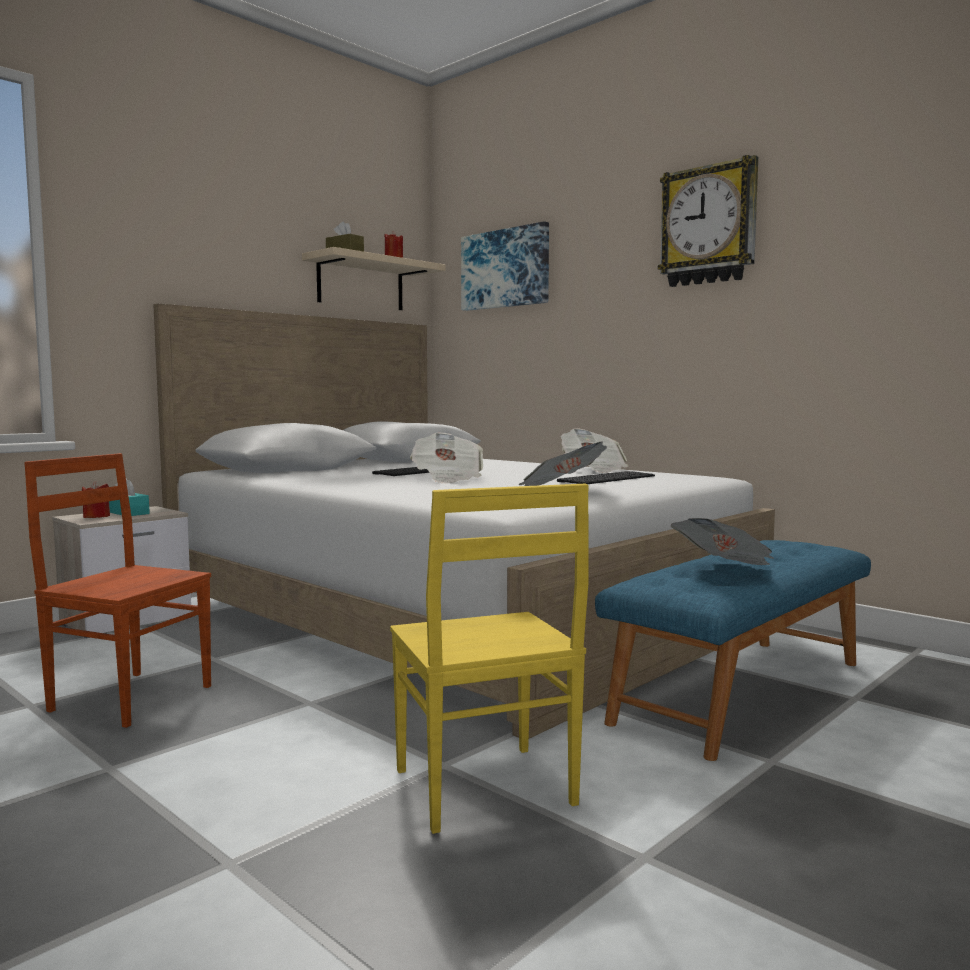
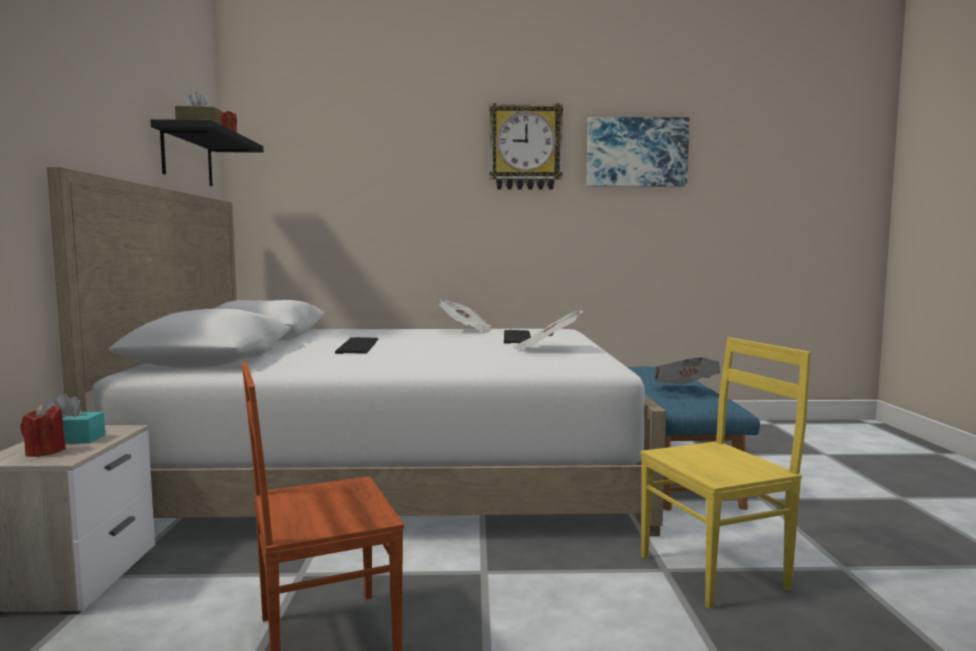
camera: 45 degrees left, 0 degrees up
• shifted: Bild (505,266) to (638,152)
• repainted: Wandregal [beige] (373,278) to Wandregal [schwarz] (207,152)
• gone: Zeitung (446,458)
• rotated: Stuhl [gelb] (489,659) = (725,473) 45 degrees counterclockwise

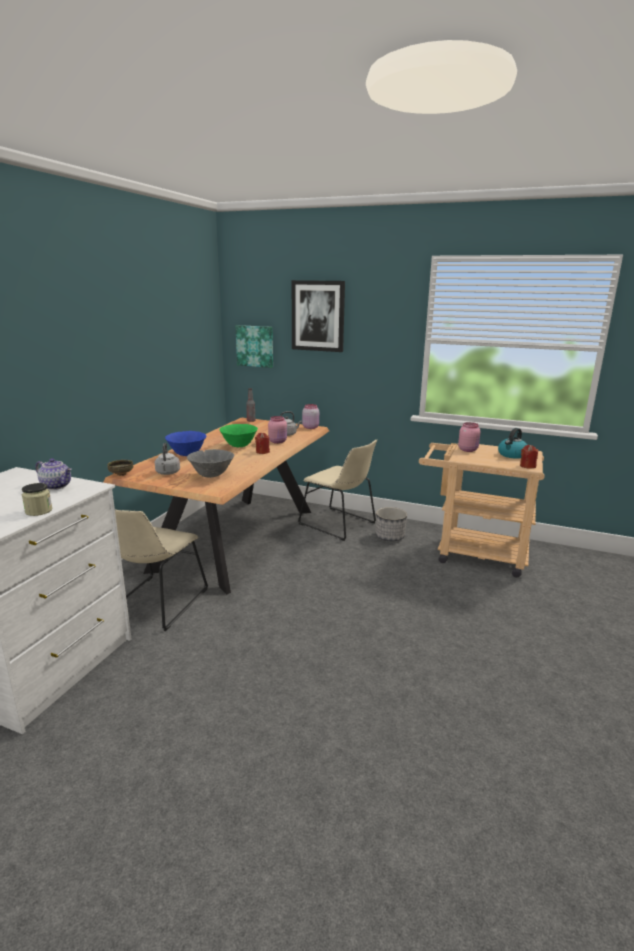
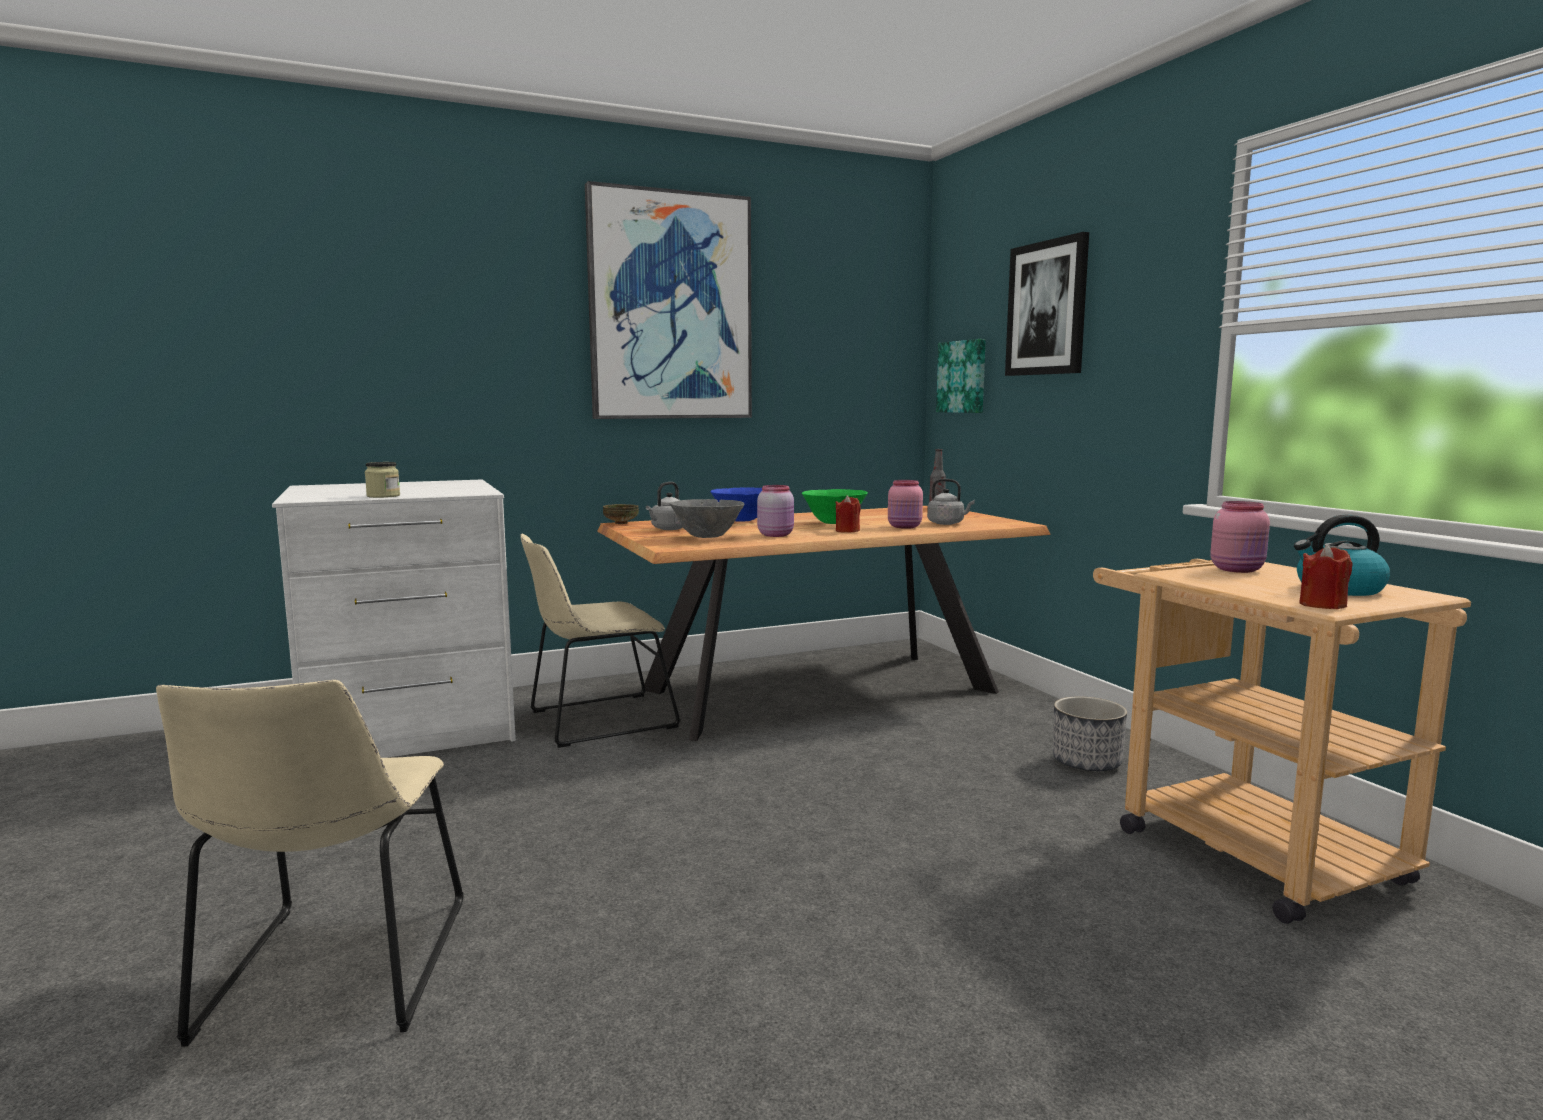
camera: 45 degrees right, 10 degrees down
• shifted: Vorratsglas [rosa] (310,416) to (775,511)
• shifted: Stuhl [beige] (337,490) to (310,863)
• gone: Teekanne (53,474)
• new: Bild (668,300)

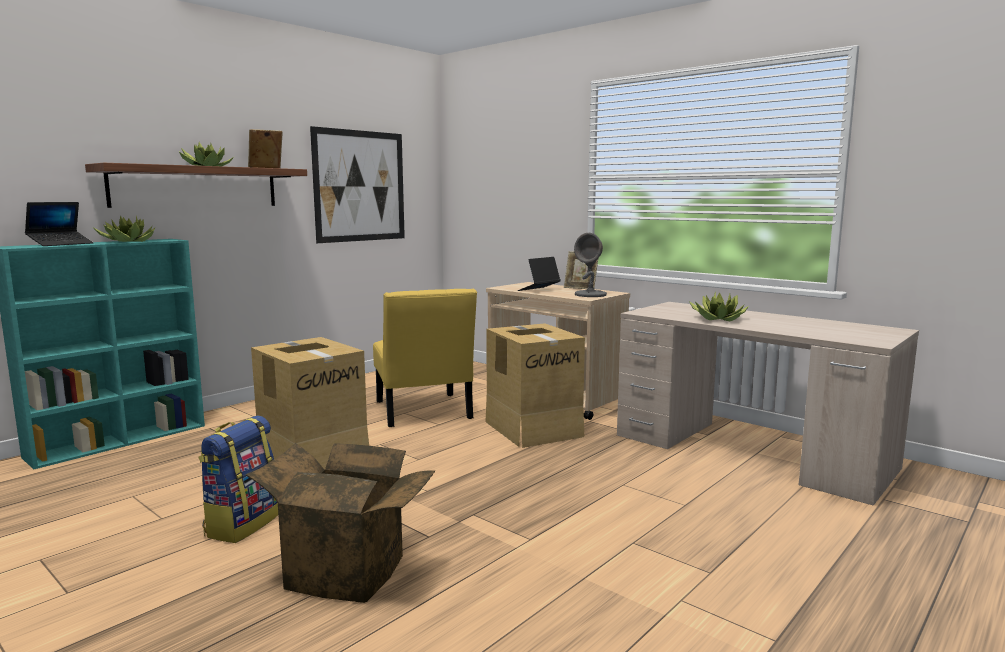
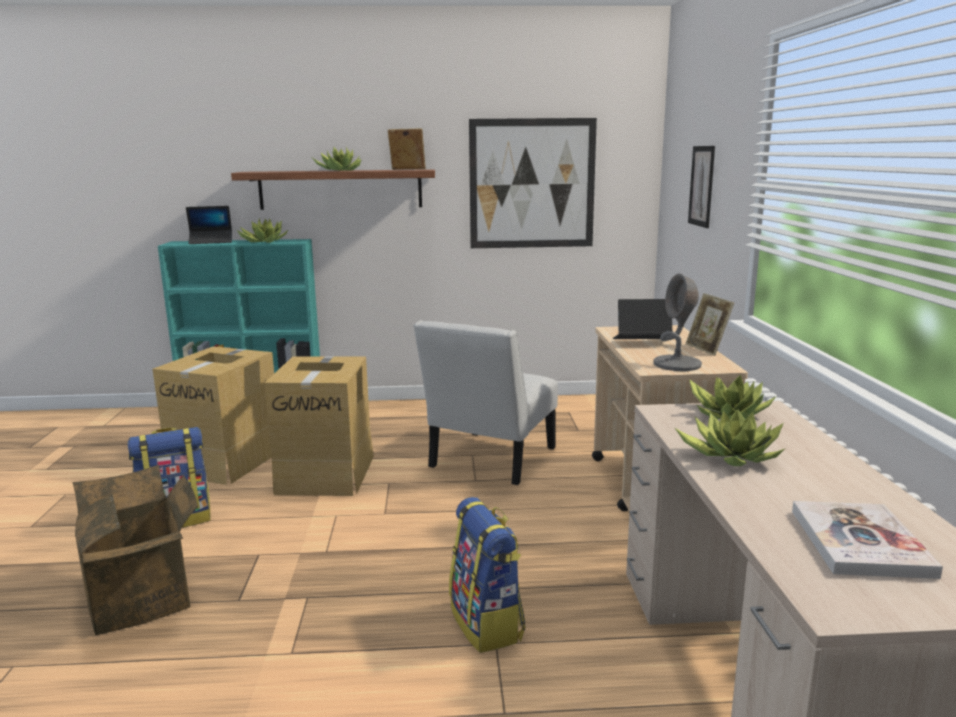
camera: 45 degrees right, 5 degrees up
• repainted: Stuhl [gelb] (425,358) to Stuhl [weiß] (486,402)
• shifted: Karton (535,385) to (213,416)
• new: Bild (701,187)
• new: Topfpflanze (732,397)
• new: Rucksack (487,575)
• new: Buch (867,540)

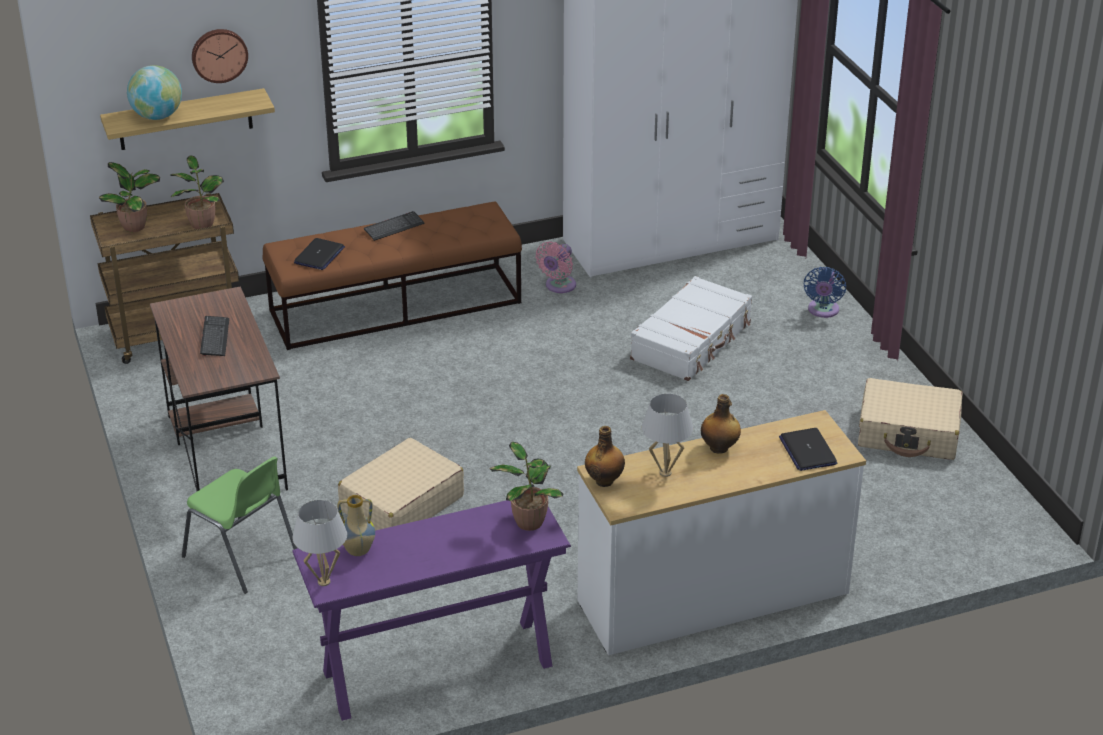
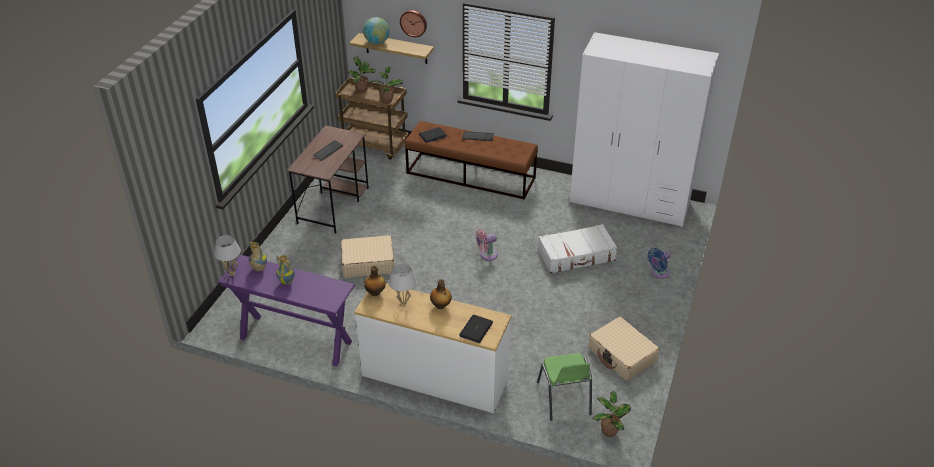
camera: 40 degrees right, 5 degrees up
• shifted: Ventilator [rosa] (555,267) to (487,245)
• shifted: Topfpflanze (526,486) to (612,414)
• shifted: Stuhl [grün] (239,525) to (564,387)
• new: Vase (286,270)

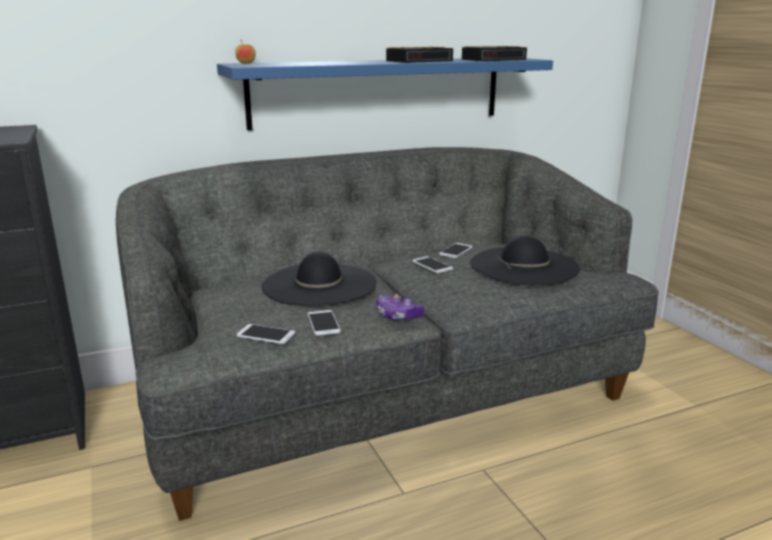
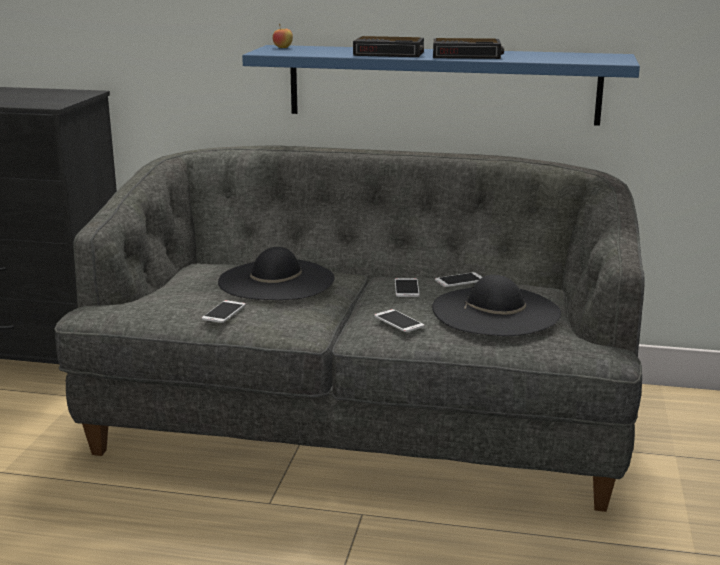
camera: 35 degrees right, 0 degrees up
• shifted: Wecker (494,53) to (388,46)
• gone: Gamepad (400,307)
• shifted: Handy (265,334) to (399,320)

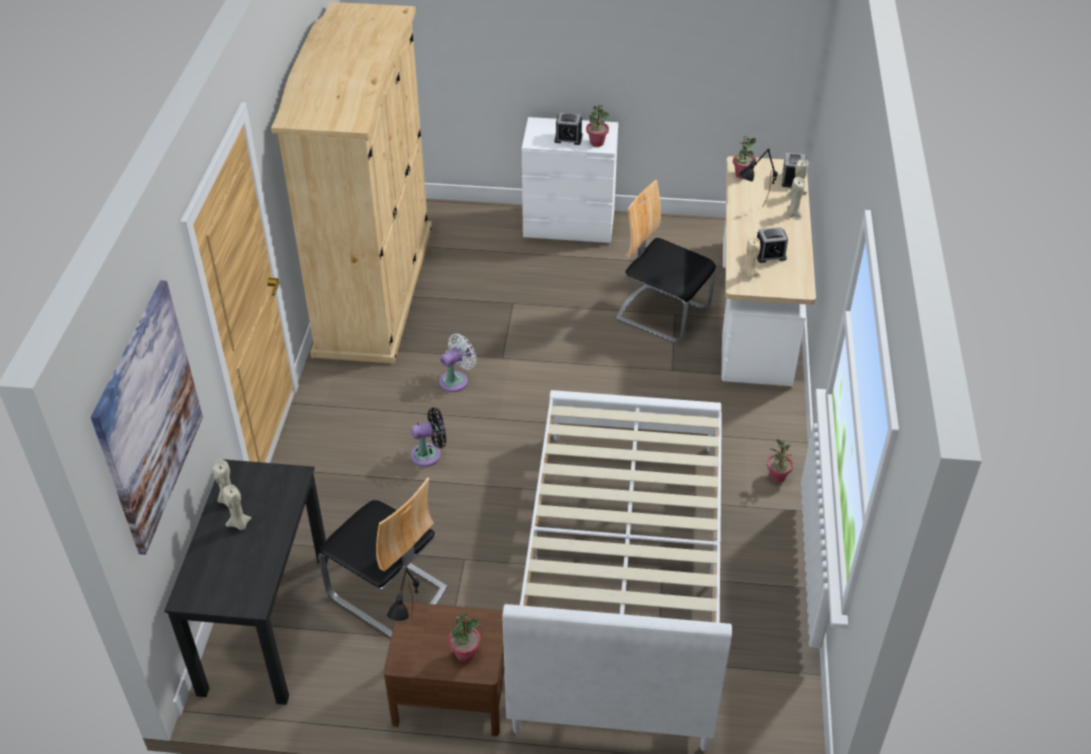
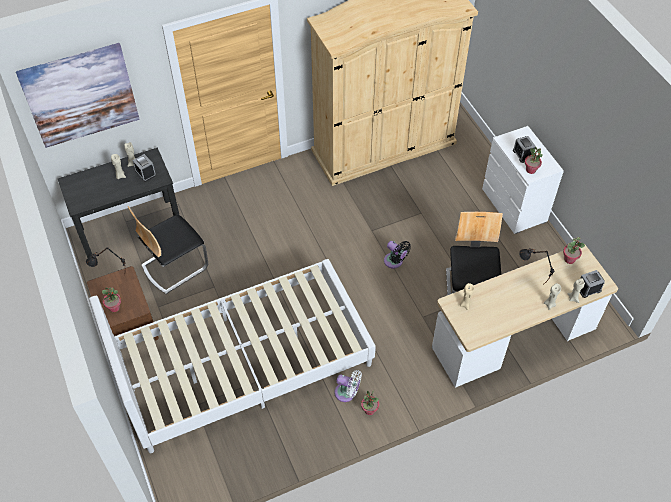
camera: 60 degrees right, 10 degrees up
• shifted: Wecker (772,245) to (144,168)
• shifted: Ventilator [weiß] (457,362) to (348,386)
• shifted: Ventilator [schwarz] (428,437) to (397,255)
• rotated: Stuhl (382,557) = (168,250) 45 degrees clockwise

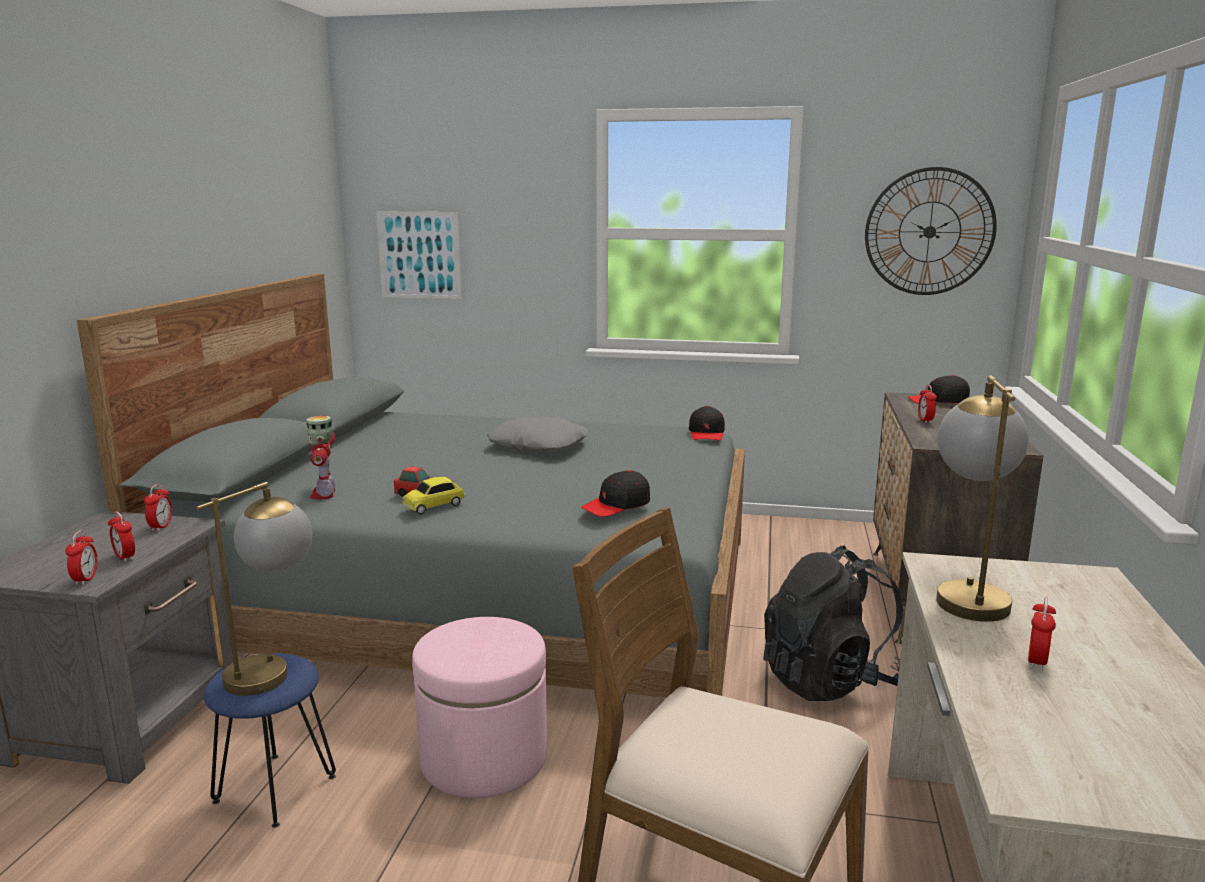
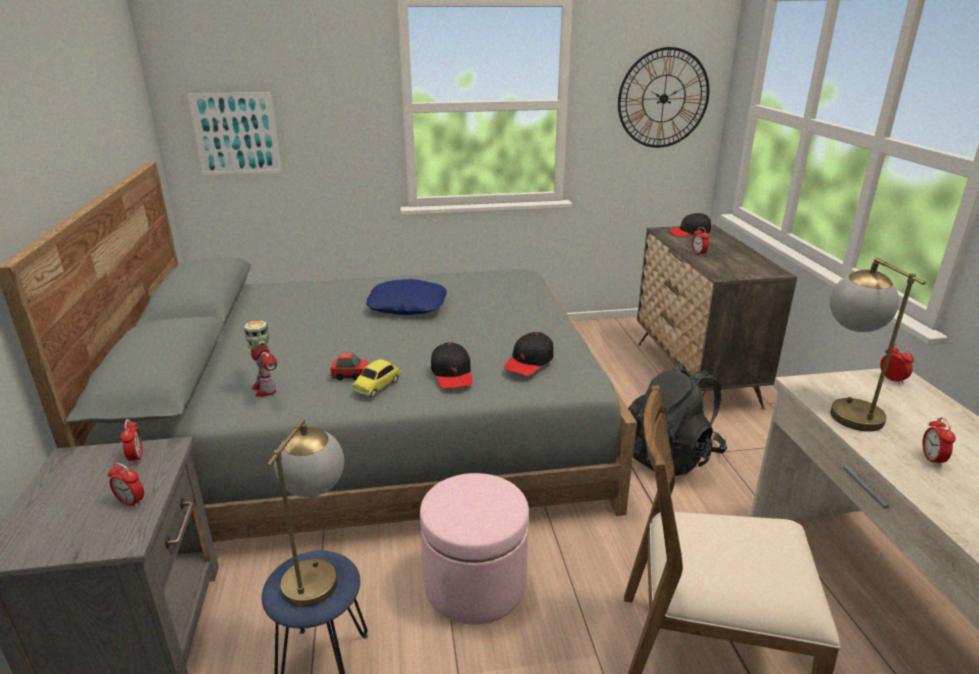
camera: 20 degrees left, 10 degrees up
• shifted: Kappe [schwarz] (707,423) to (451,365)
• repainted: Kissen [grau] (537,434) to Kissen [blau] (406,297)
• shifted: Wecker (81,558) to (897,364)

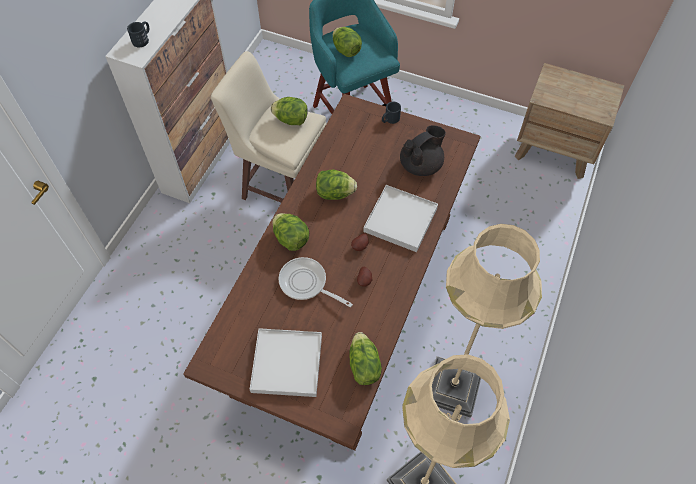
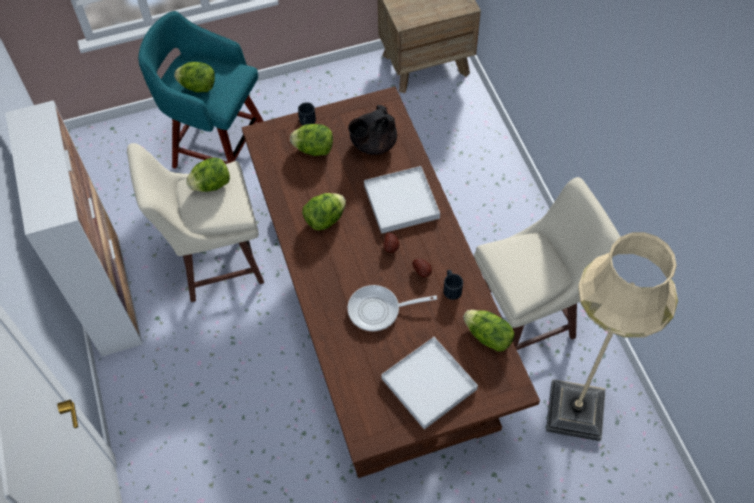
camera: 40 degrees left, 0 degrees up
• shifted: Henkelbecher [schwarz] (138,34) to (453,285)
• rotated: Teekanne [schwarz] (423,150) = (372,130) 135 degrees counterclockwise
• shifted: Salatkopf (290,232) to (311,140)
• swapped: Stehlampe [beige] (487,321) to Hocker [beige] (547,263)

